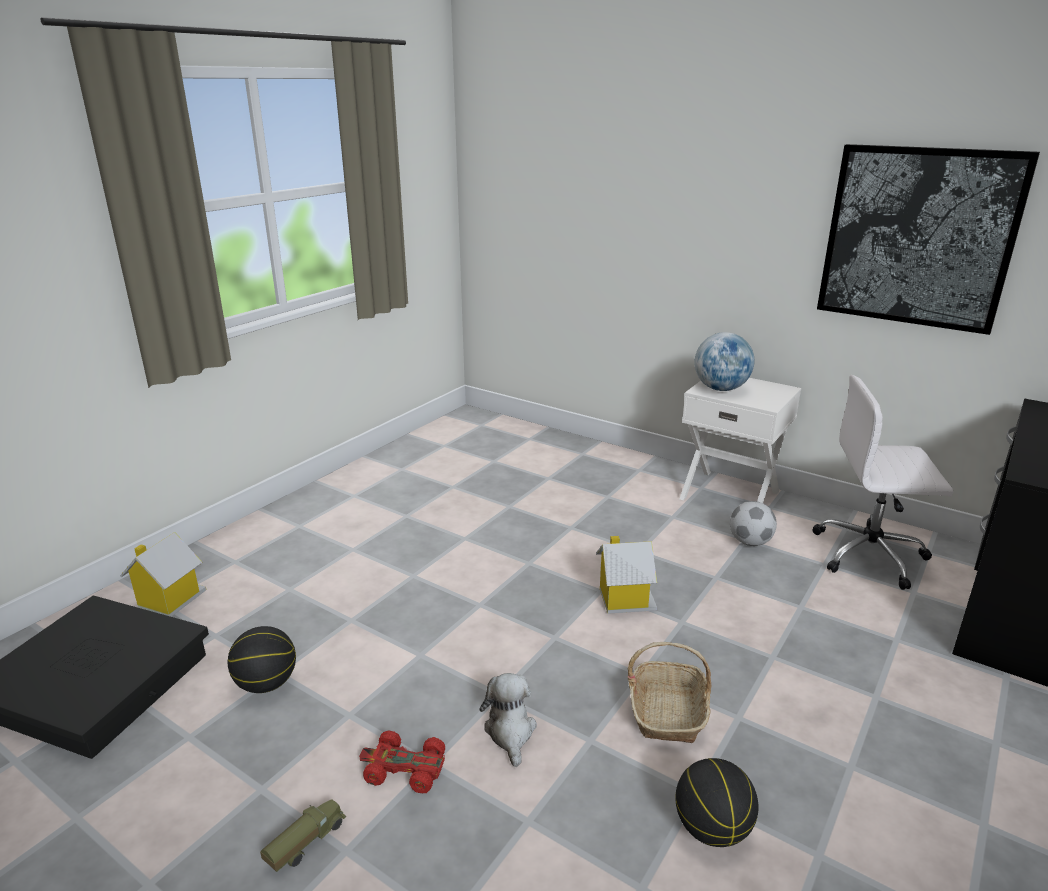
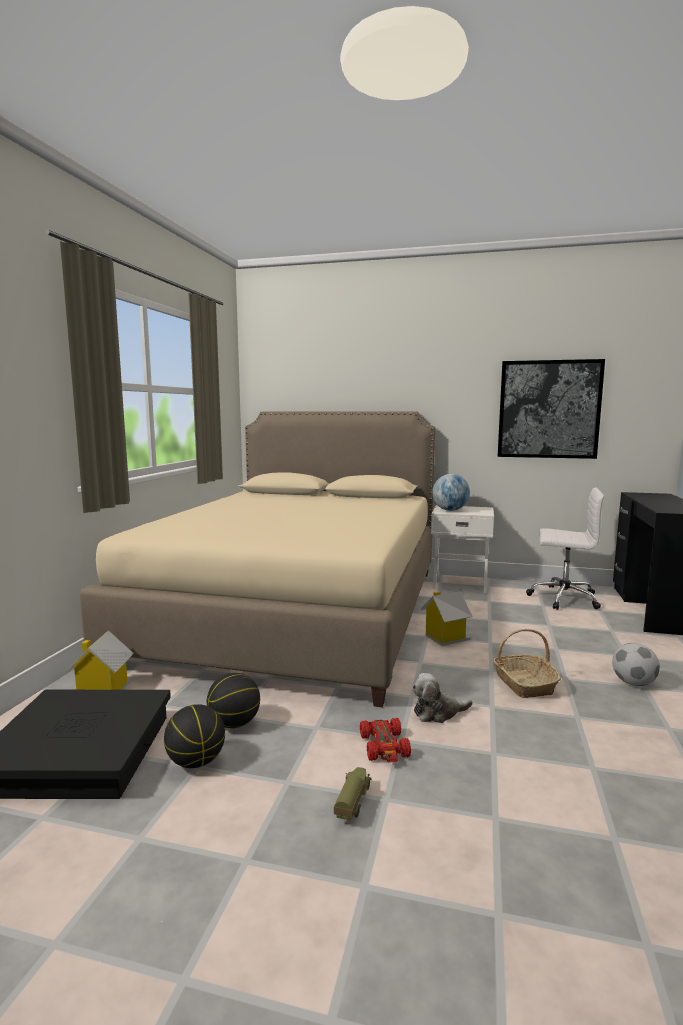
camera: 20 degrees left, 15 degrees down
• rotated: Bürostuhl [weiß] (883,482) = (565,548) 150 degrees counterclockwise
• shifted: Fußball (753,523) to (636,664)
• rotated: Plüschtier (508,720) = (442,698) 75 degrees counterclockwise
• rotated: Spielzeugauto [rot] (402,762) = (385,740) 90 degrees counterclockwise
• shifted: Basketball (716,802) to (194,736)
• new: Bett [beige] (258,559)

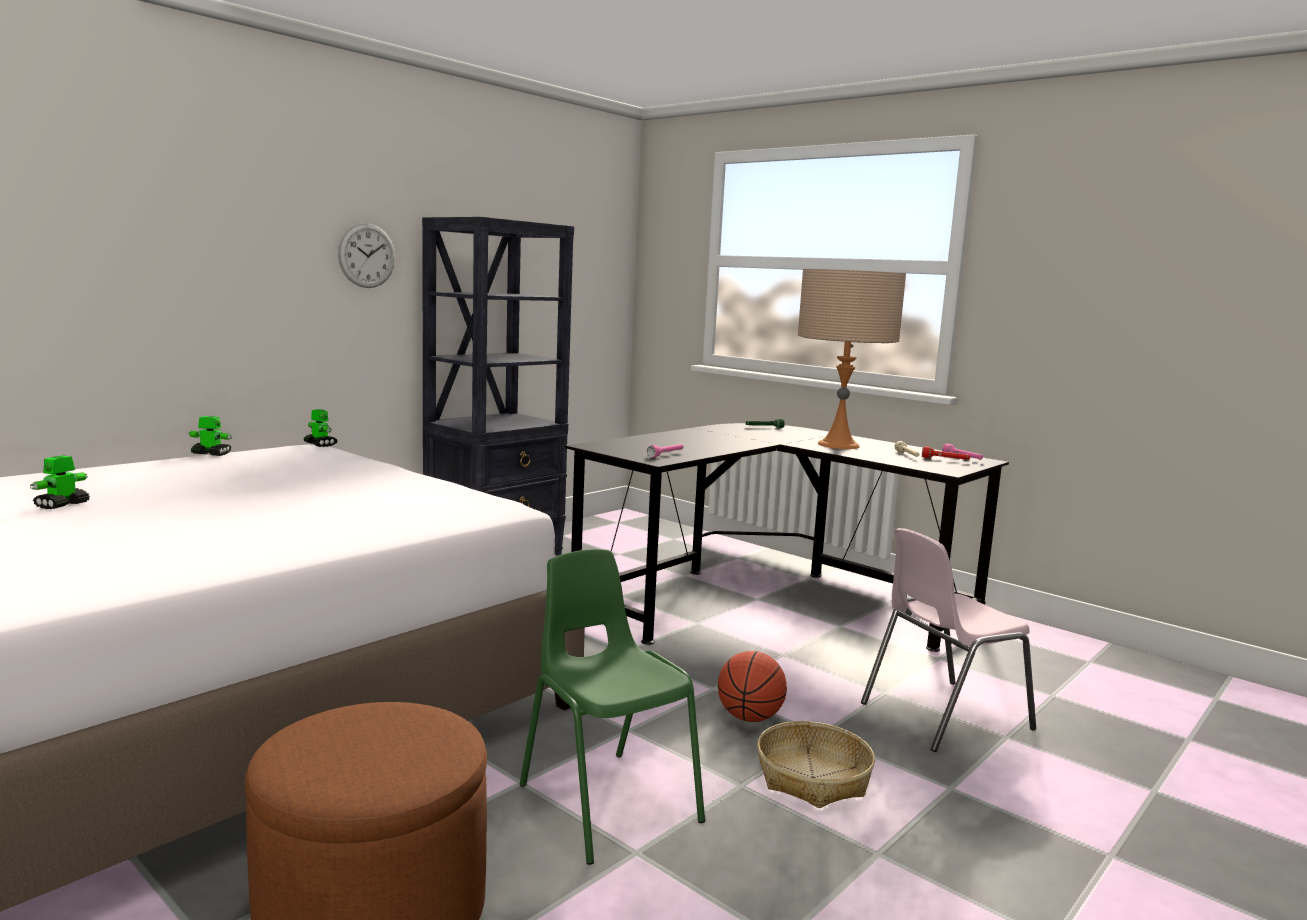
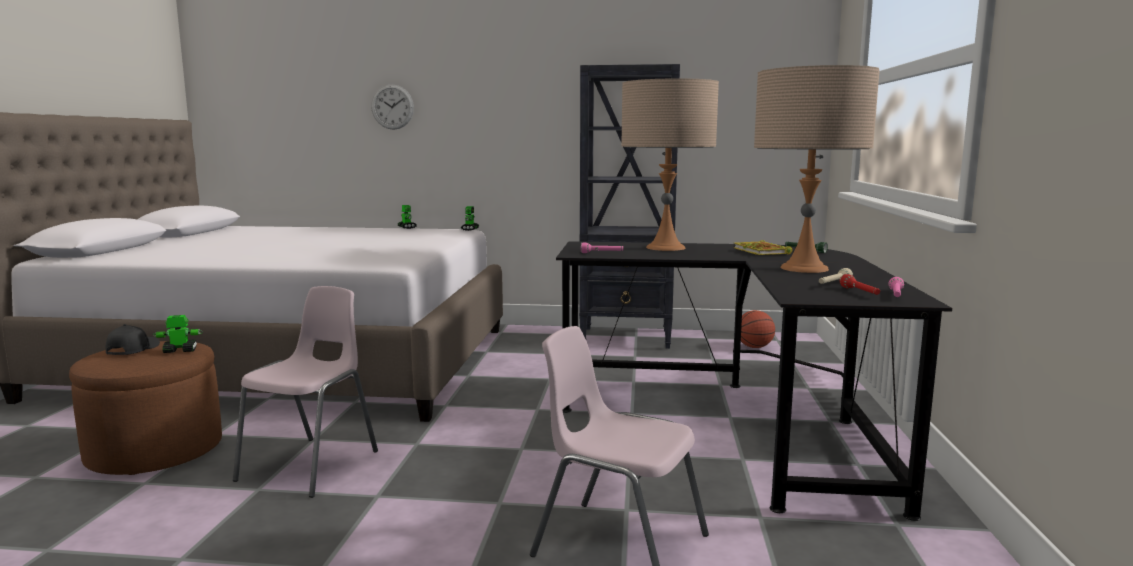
camera: 55 degrees right, 0 degrees up
• shifted: Wanduhr (366,255) to (392,107)
• shifted: Spielzeugroboter (60,482) to (178,334)
• repainted: Stuhl [grün] (612,707) to Stuhl [rosa] (305,392)
• shifted: Basketball (752,686) to (758,329)
• gone: Korb (816,764)
• new: Tischlampe [beige] (670,164)
• new: Buch (763,247)
• new: Kappe [schwarz] (133,339)

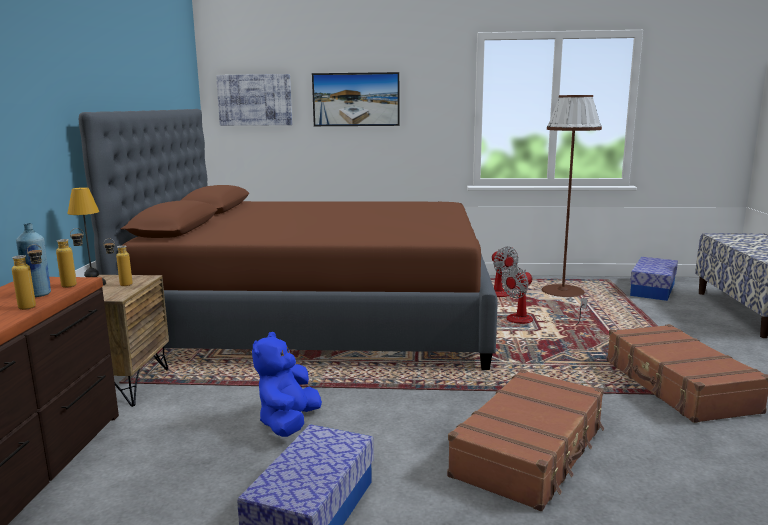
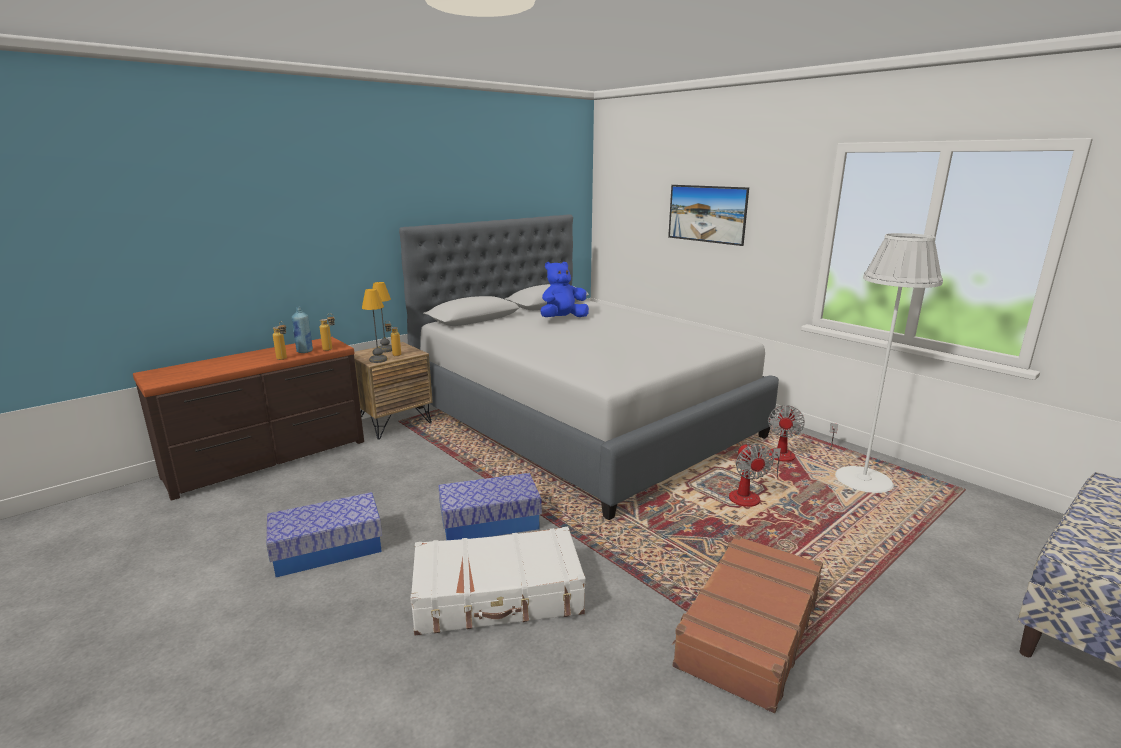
camera: 45 degrees right, 5 degrees up
• gone: Bild (254,100)
• repainted: Stehlampe [braun] (572,196) to Stehlampe [weiß] (889,363)
• repainted: Bett [braun] (288,239) to Bett [grau] (589,367)
• shifted: Aufbewahrungsbox (654,279) to (490,506)
• rotated: Ventilator (544,296) = (755,475) 105 degrees counterclockwise
• shifted: Plüschtier [blau] (287,384) to (565,289)
• repainted: Koffer [braun] (525,440) to Koffer [weiß] (498,581)
• new: Tischlampe (375,326)

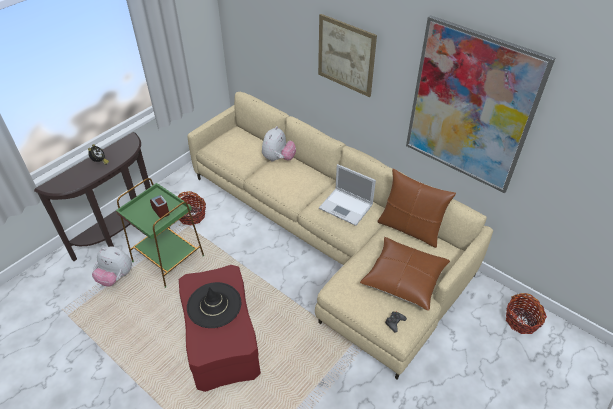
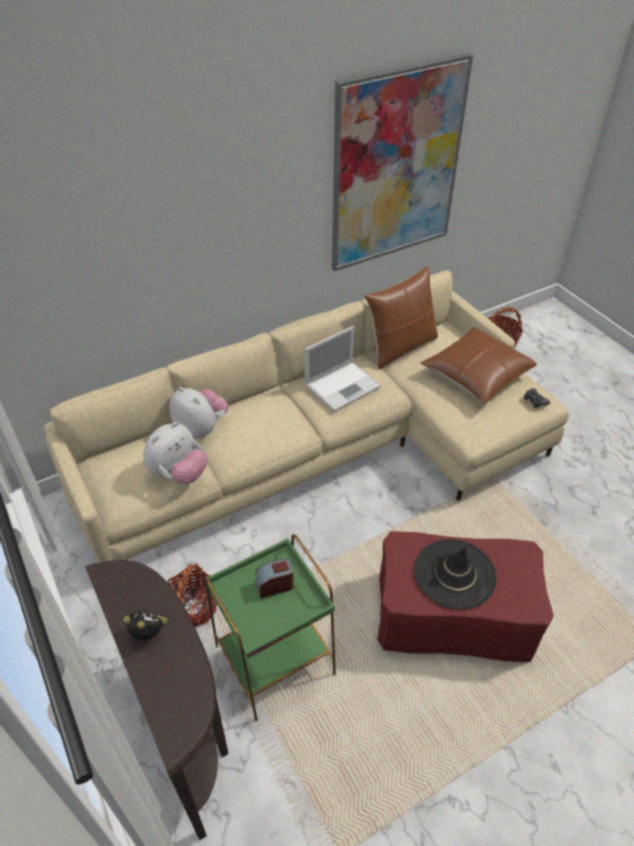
camera: 70 degrees left, 0 degrees up
• gone: Bild (347,55)
• shifted: Plüschtier (112,267) to (175,453)

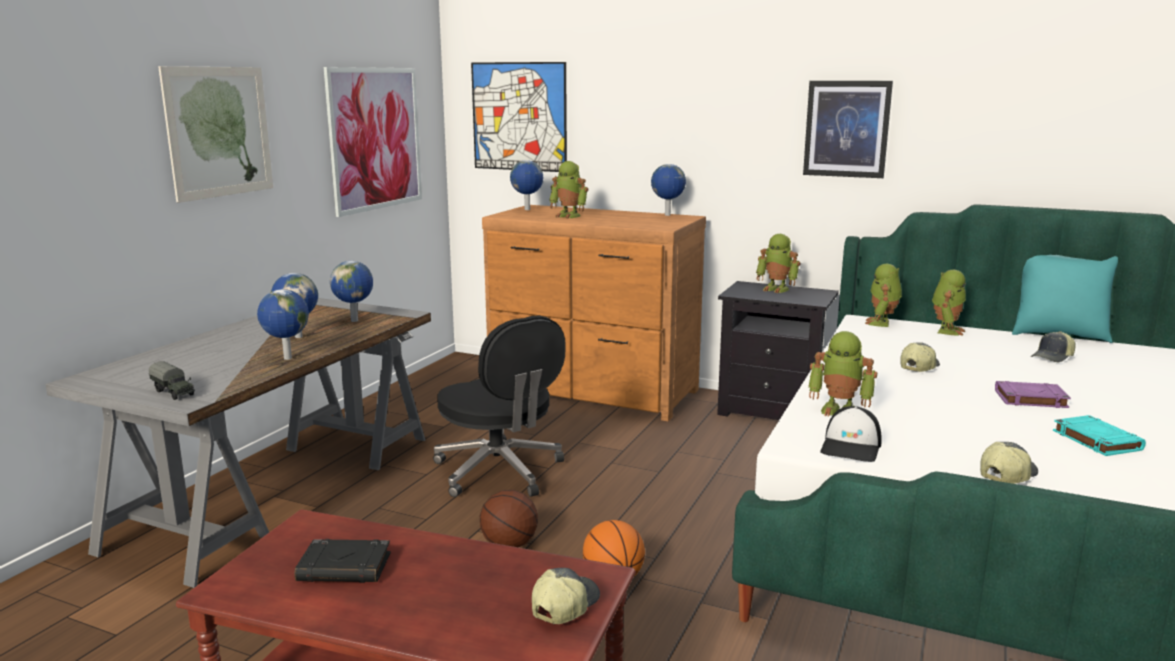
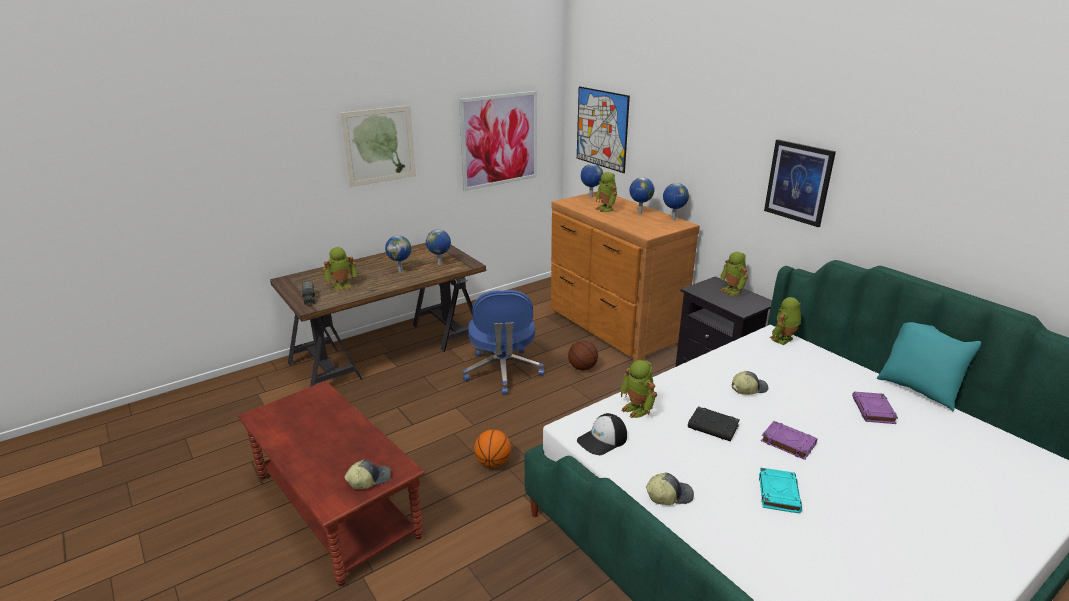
camera: 30 degrees right, 10 degrees up
• shifted: Spielzeugroboter (949,303) to (339,269)
• shifted: Globus (283,324) to (642,195)
• repainted: Schreibtisch [grau] (238,443) to Schreibtisch [braun] (378,315)
• repainted: Bürostuhl [schwarz] (499,406) to Bürostuhl [blau] (503,342)
• swapped: Kappe (1053,346) to Buch [lila] (875,408)
• shifted: Basketball (509,518) to (583,355)
• shifted: Buch [schwarz] (342,561) to (714,423)

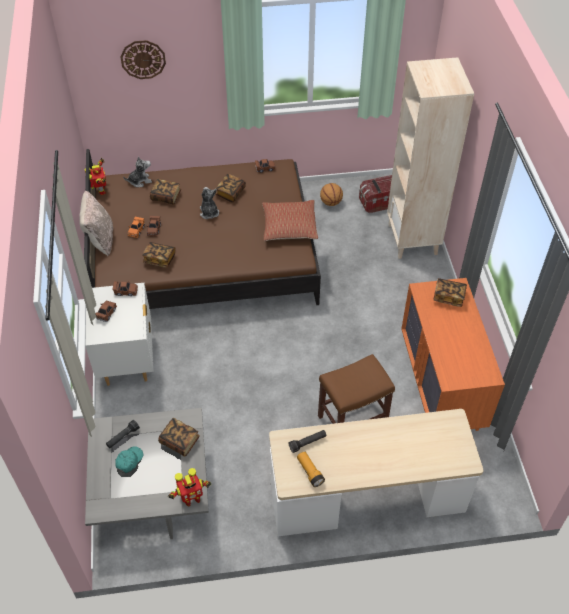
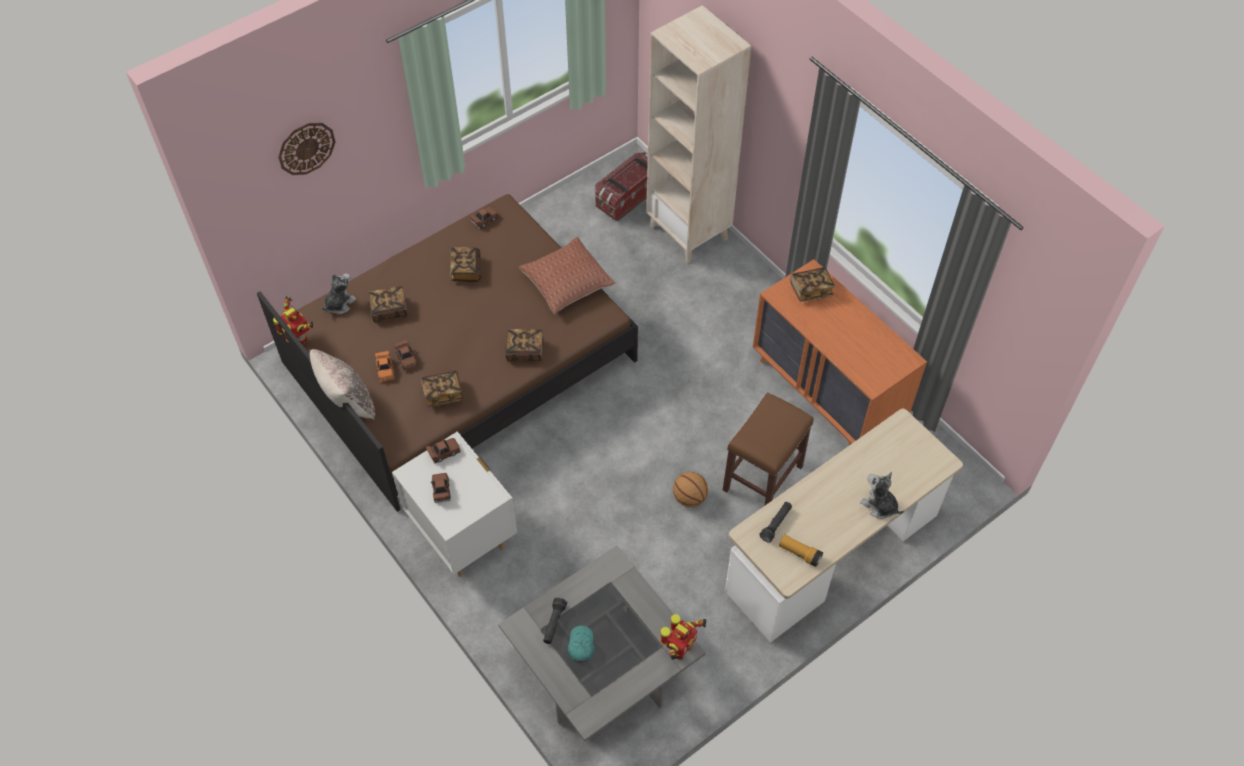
camera: 30 degrees left, 5 degrees up
• shifted: Basketball (331,194) to (690,489)
• shifted: Plüschtier (209,203) to (882,495)
• shifted: Buch (179,437) to (524,345)

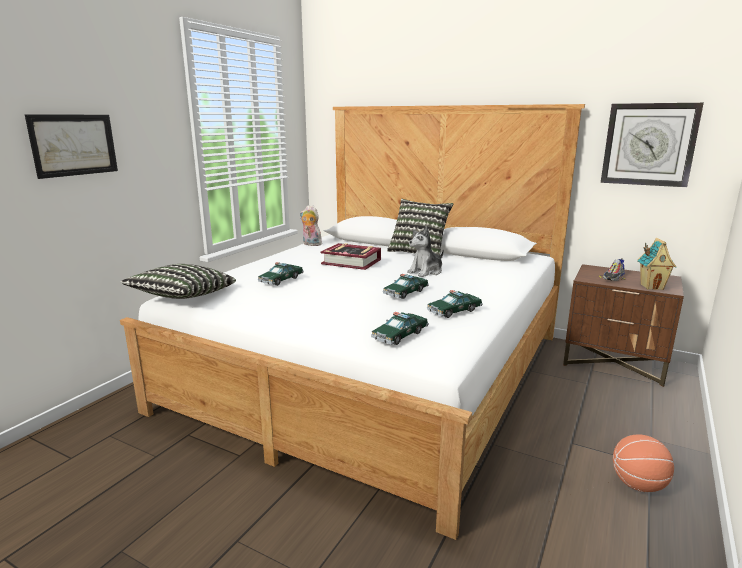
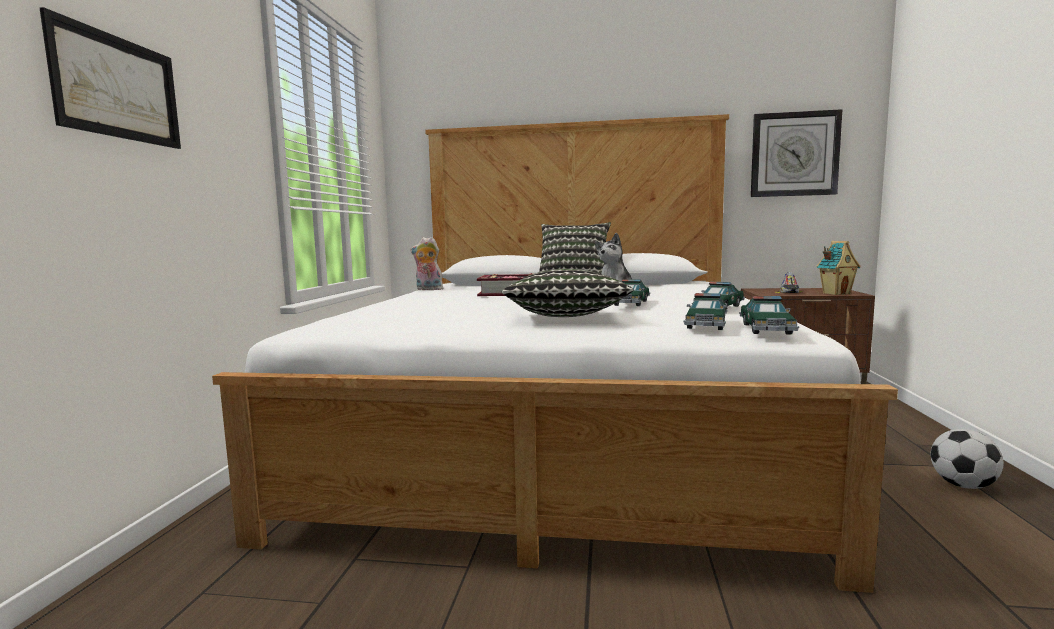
camera: 20 degrees left, 10 degrees down
• shifted: Spielzeugauto (280,274) to (769,315)
• shifted: Kissen (178,281) to (567,293)
• swapped: Basketball (643,463) to Fußball (967,459)

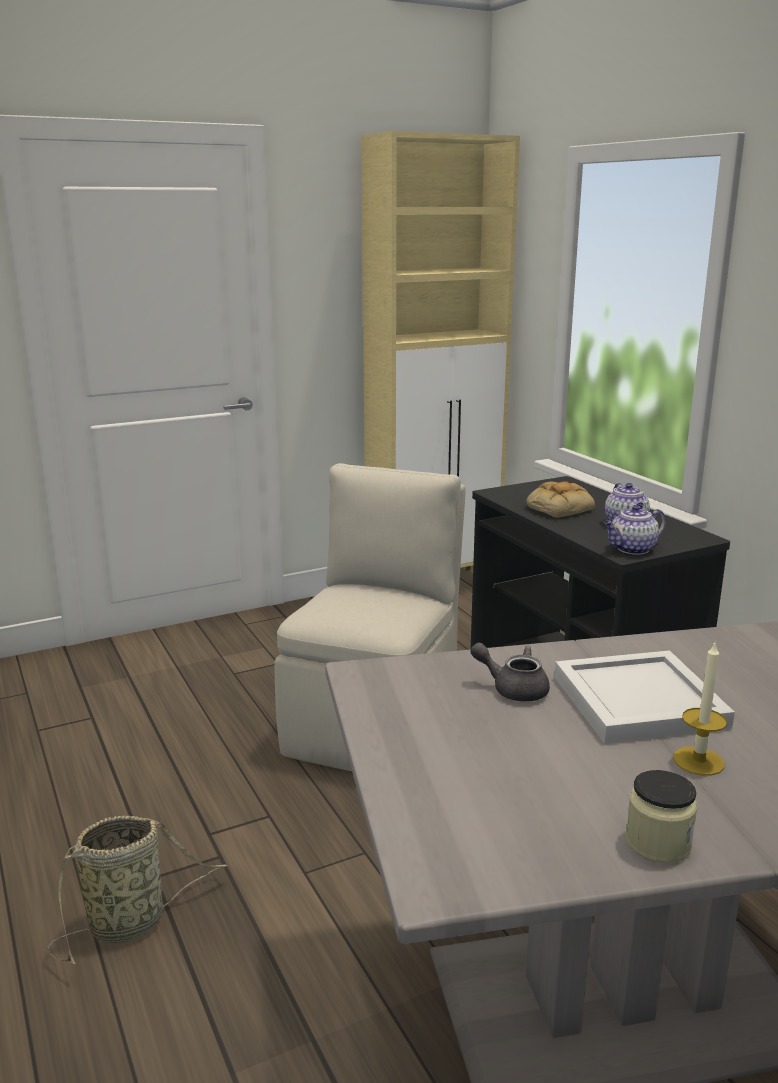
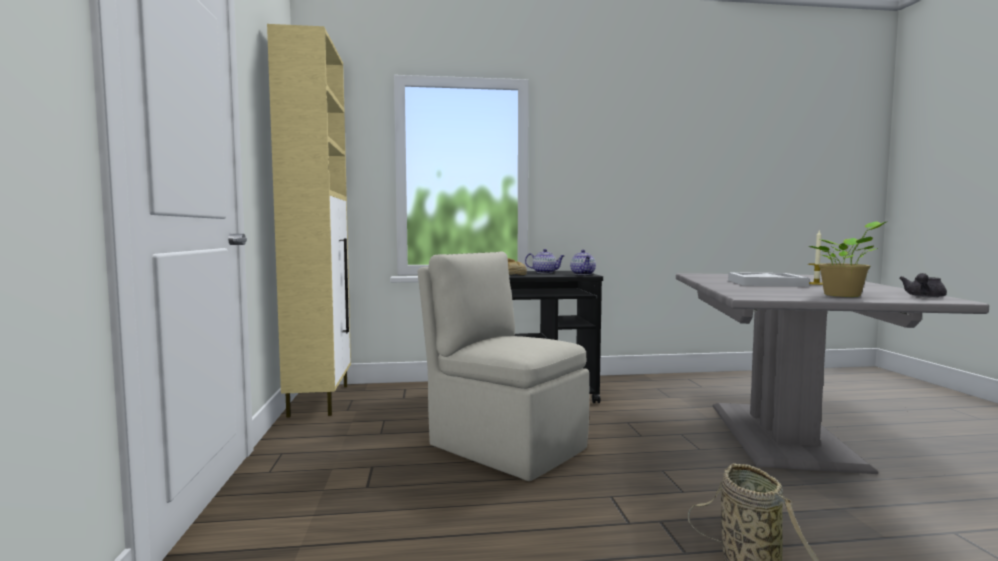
camera: 70 degrees left, 15 degrees down
• shifted: Teekanne [grau] (510,672) to (923,285)
• gone: Vorratsglas (662,816)
• new: Topfpflanze (848,259)

